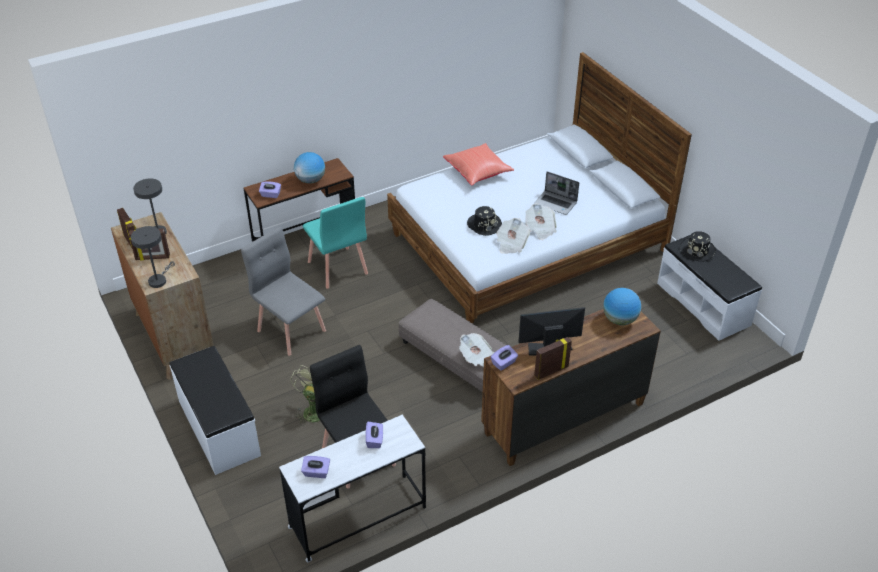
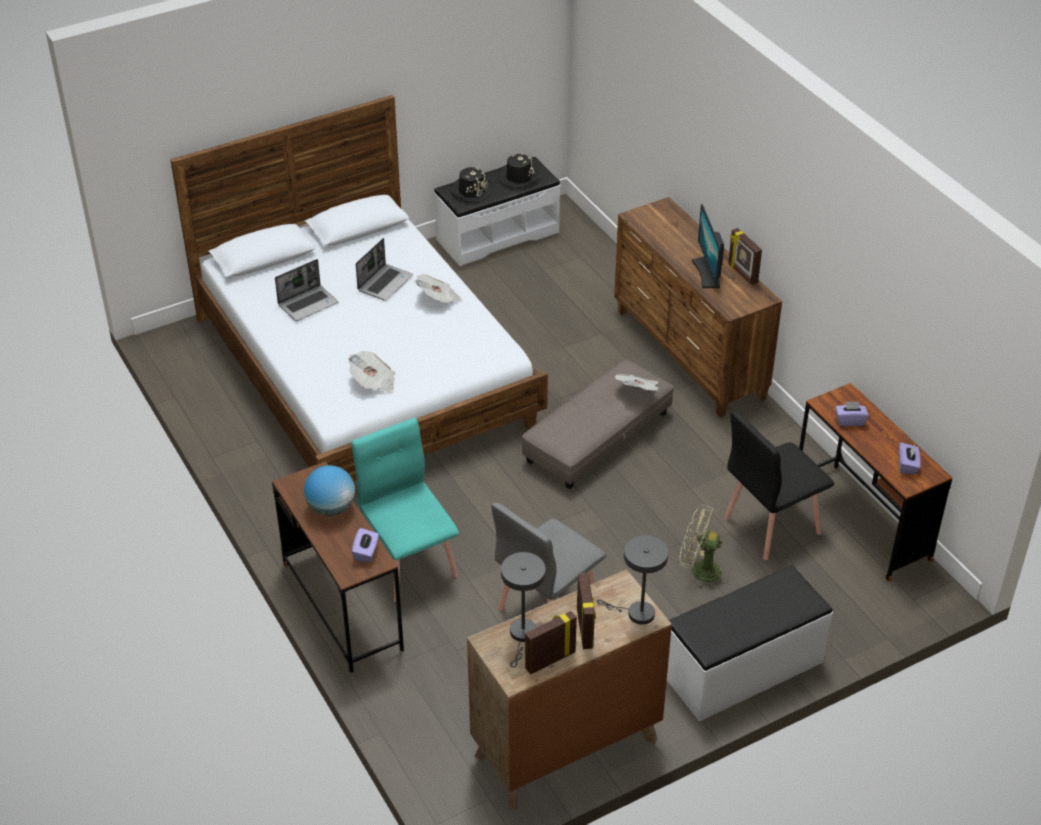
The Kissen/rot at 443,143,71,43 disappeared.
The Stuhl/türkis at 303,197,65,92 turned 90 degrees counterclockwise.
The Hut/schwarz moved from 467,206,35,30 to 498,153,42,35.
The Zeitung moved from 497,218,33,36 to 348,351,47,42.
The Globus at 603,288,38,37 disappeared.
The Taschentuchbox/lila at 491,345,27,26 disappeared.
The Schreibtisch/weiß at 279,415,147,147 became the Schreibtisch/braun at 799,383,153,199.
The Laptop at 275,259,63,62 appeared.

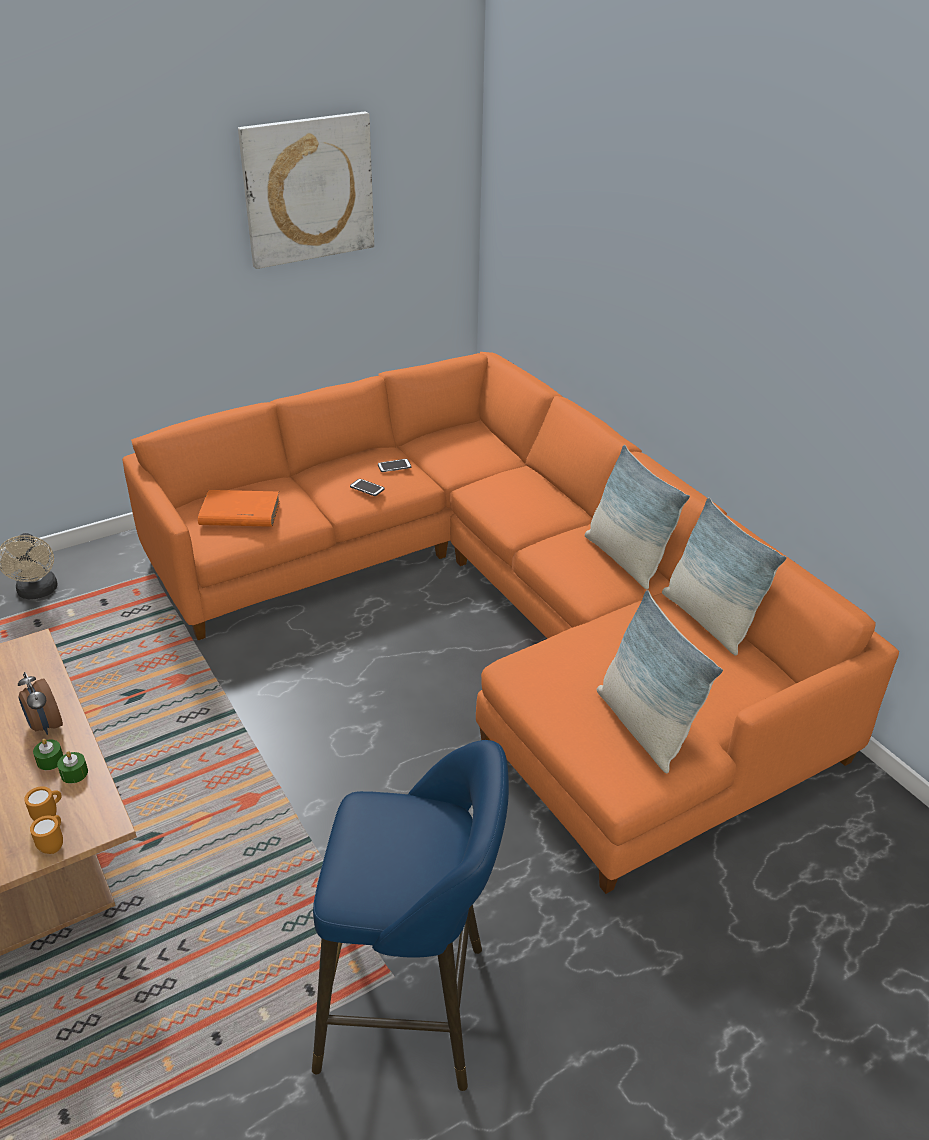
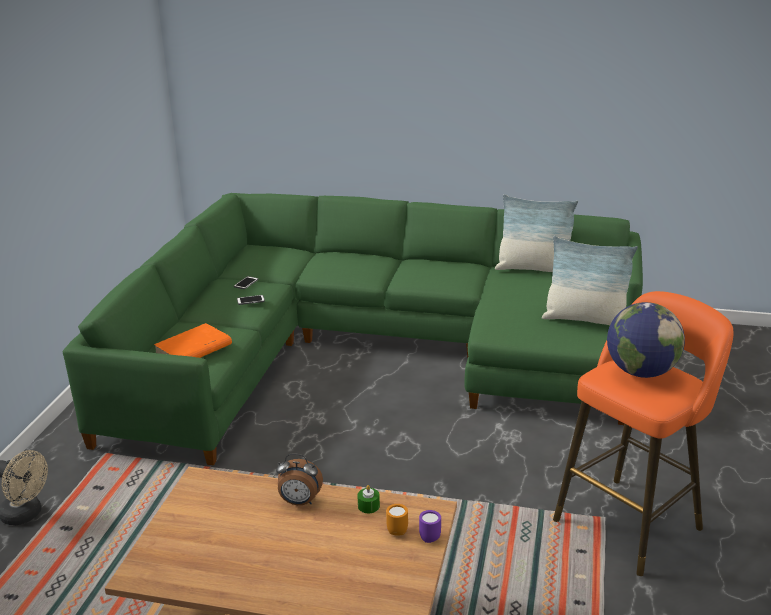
The Bild at 238,112,136,157 disappeared.
The Sofa/orange at 122,352,777,542 became the Sofa/grün at 63,193,580,273.
The Kissen at 585,445,105,145 disappeared.
The Kerze/grün at 33,739,30,31 disappeared.
The Hocker/blau at 312,740,197,351 became the Hocker/orange at 553,291,181,285.
The Henkelbecher/orange at 30,815,33,39 became the Henkelbecher/lila at 419,510,22,33.
The Globus at 607,302,78,76 appeared.

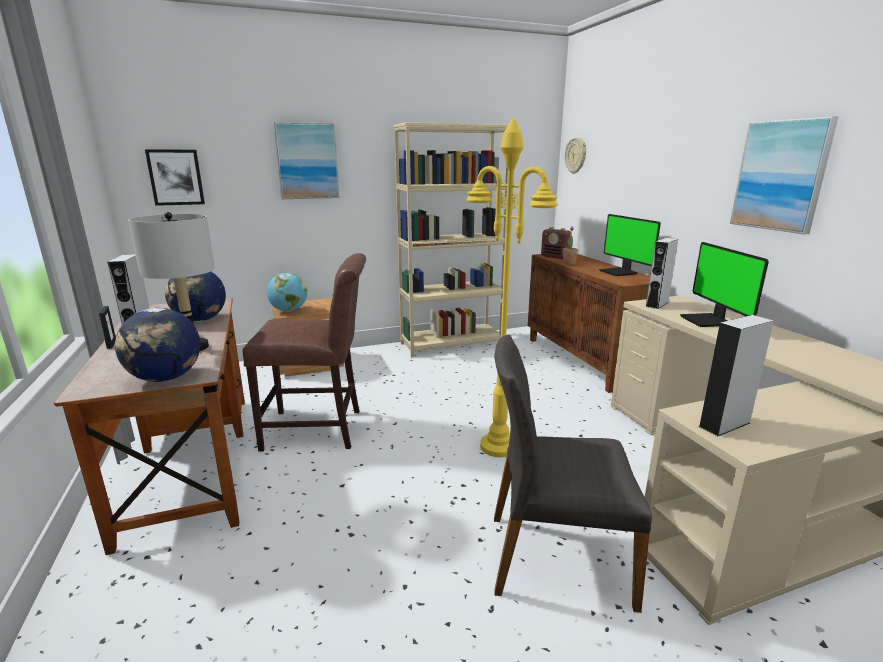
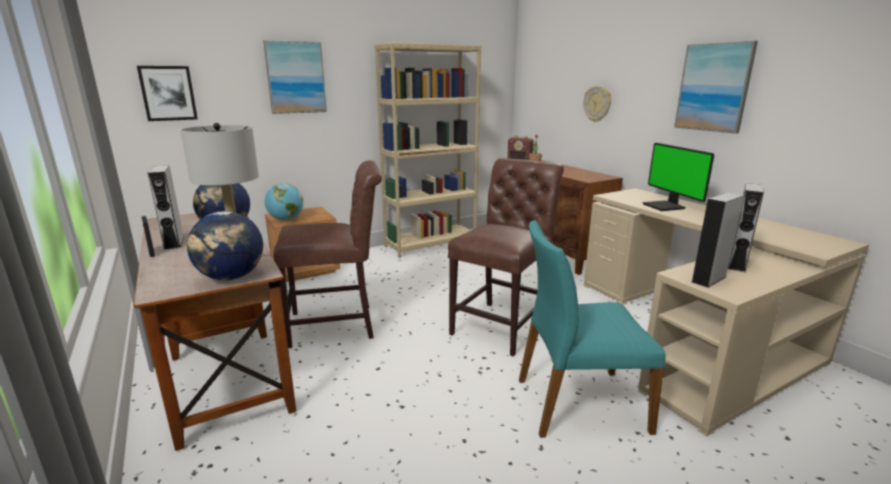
The Stehlampe/gelb at 466,117,92,340 was replaced by the Stuhl/braun at 448,158,116,199.
The Wanduhr moved from 565,137,21,37 to 584,85,27,37.
The Monitor at 599,214,62,62 disappeared.
The Lautsprecher/grau moved from 645,238,33,71 to 728,183,36,89.
The Stuhl/grau at 494,335,158,278 became the Stuhl/türkis at 519,220,147,218.

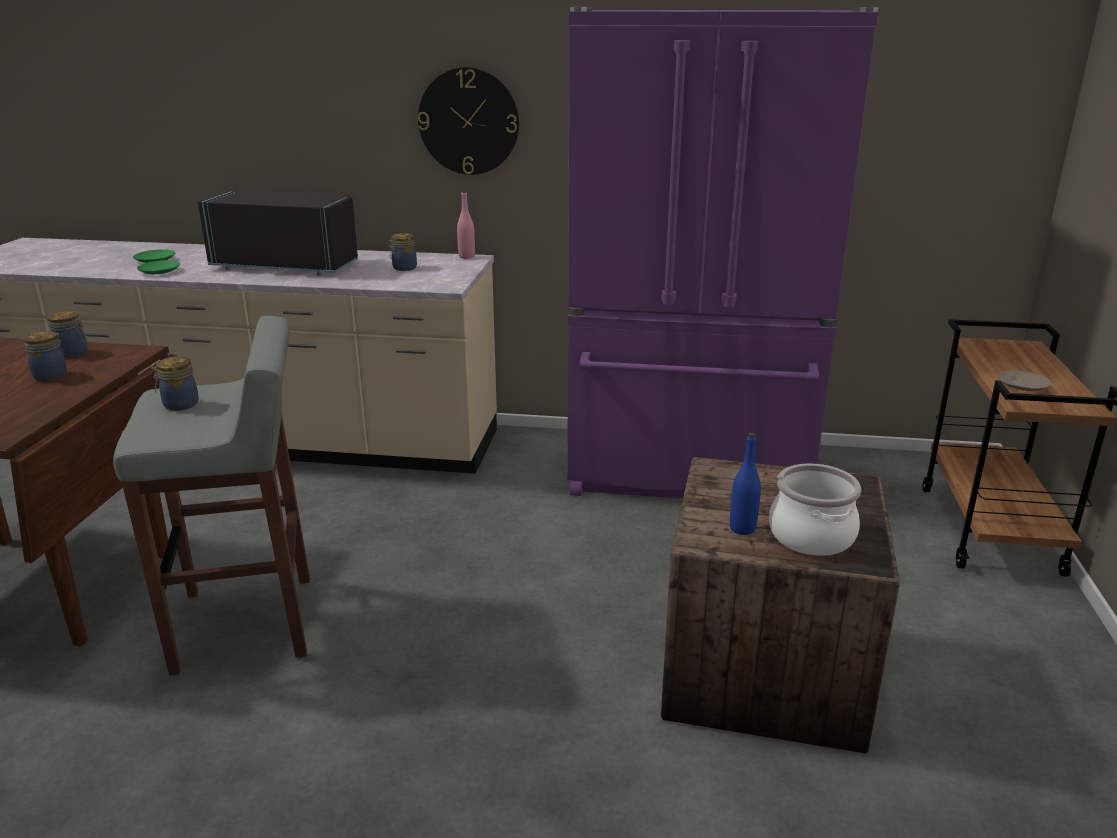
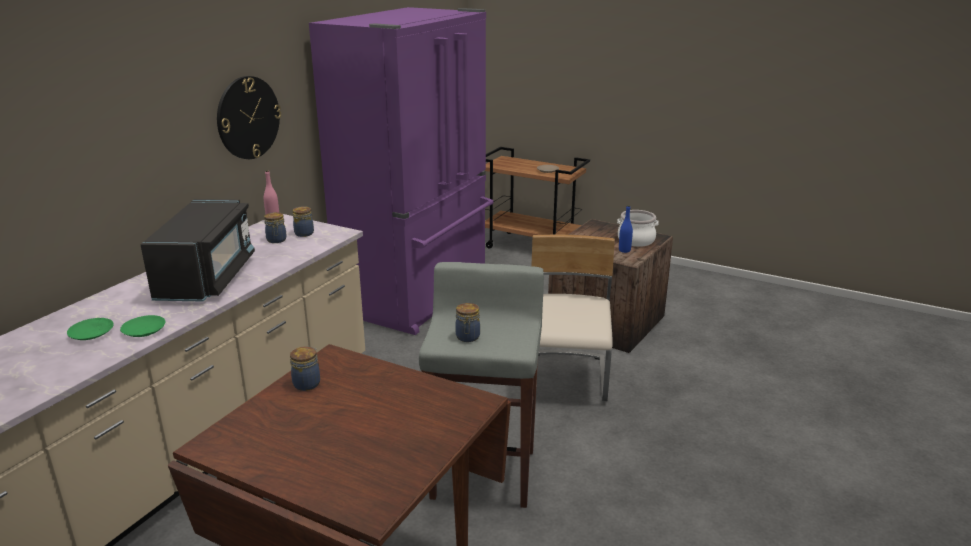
The Mikrowelle/schwarz at 198,190,160,86 turned 150 degrees clockwise.
The Vorratsglas moved from 23,331,44,50 to 292,206,22,31.
The Stuhl/beige at 531,235,84,166 appeared.

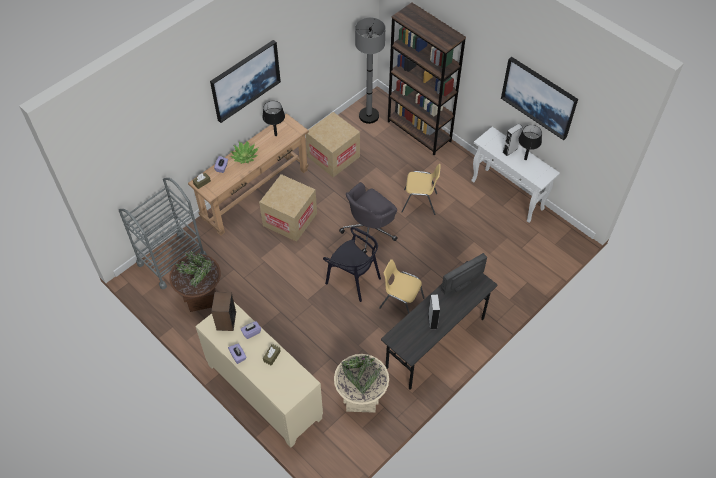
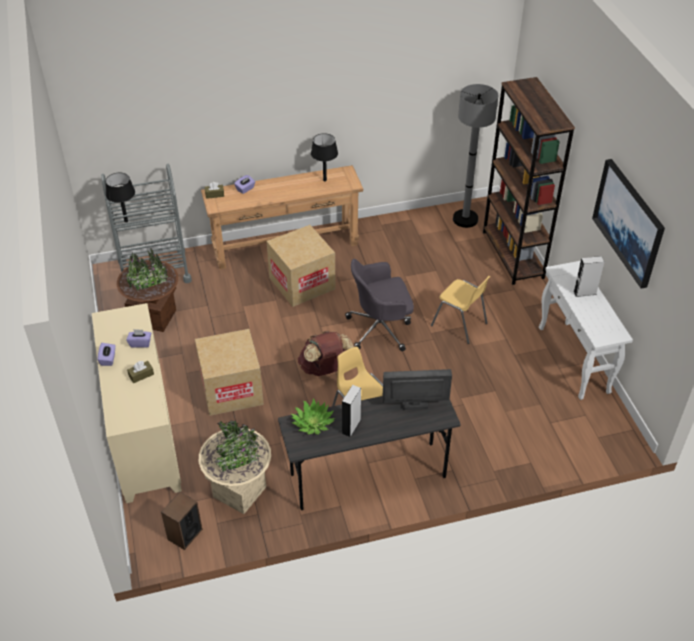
The Bild at 210,40,71,83 disappeared.
The Karton moved from 306,112,54,65 to 195,329,69,87.
The Tischlampe/schwarz moved from 519,125,23,35 to 106,173,29,50.
The Topfpflanze moved from 230,141,28,23 to 291,398,44,37.
The Stuhl/schwarz at 323,227,58,75 was replaced by the Rucksack/braun at 298,331,56,45.
The Lautsprecher moved from 211,292,25,39 to 161,492,41,58.

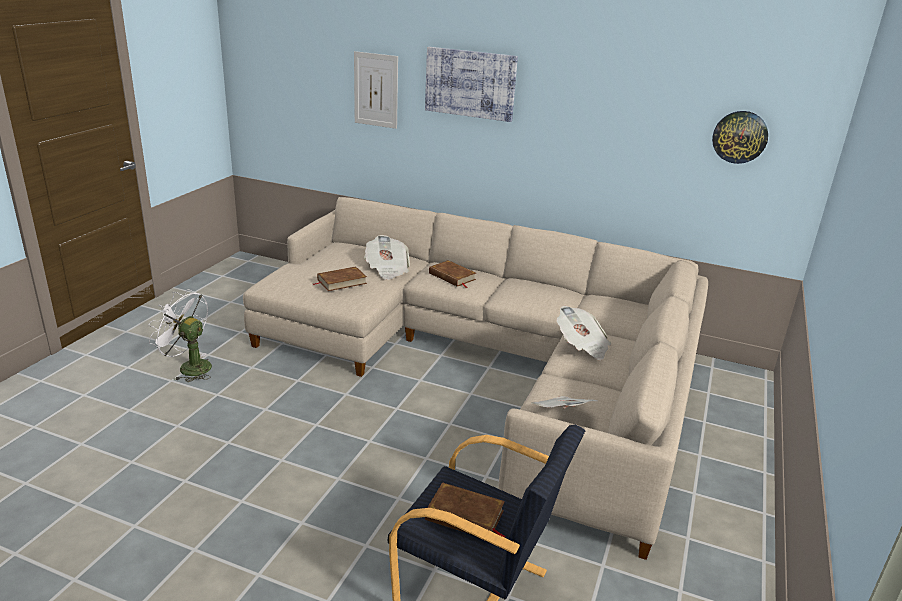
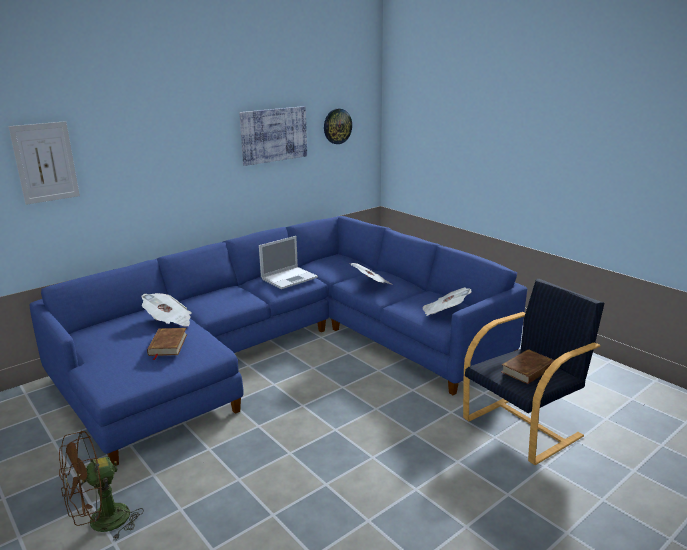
The Bild moved from 425,47,93,75 to 239,106,68,60.
The Sofa/beige at 243,197,465,363 became the Sofa/blau at 30,216,498,250.
The Buch/braun at 429,260,47,28 disappeared.
The Ventilator/weiß at 149,289,63,93 became the Ventilator/braun at 59,431,85,110.
The Laptop at 259,236,59,53 appeared.

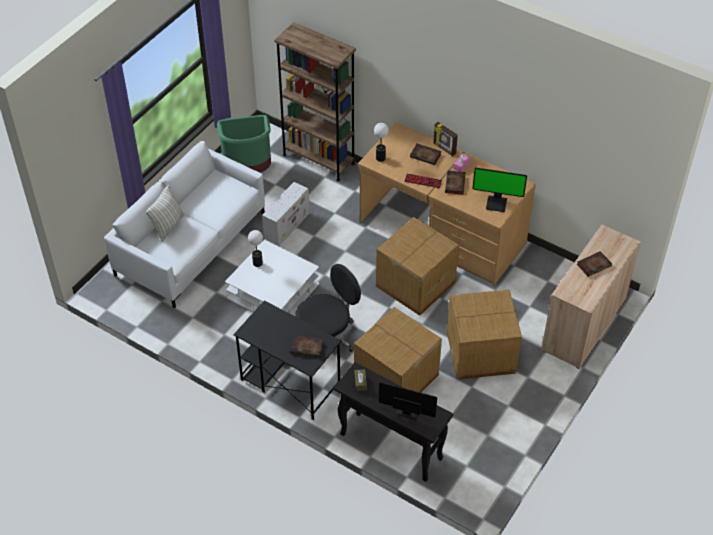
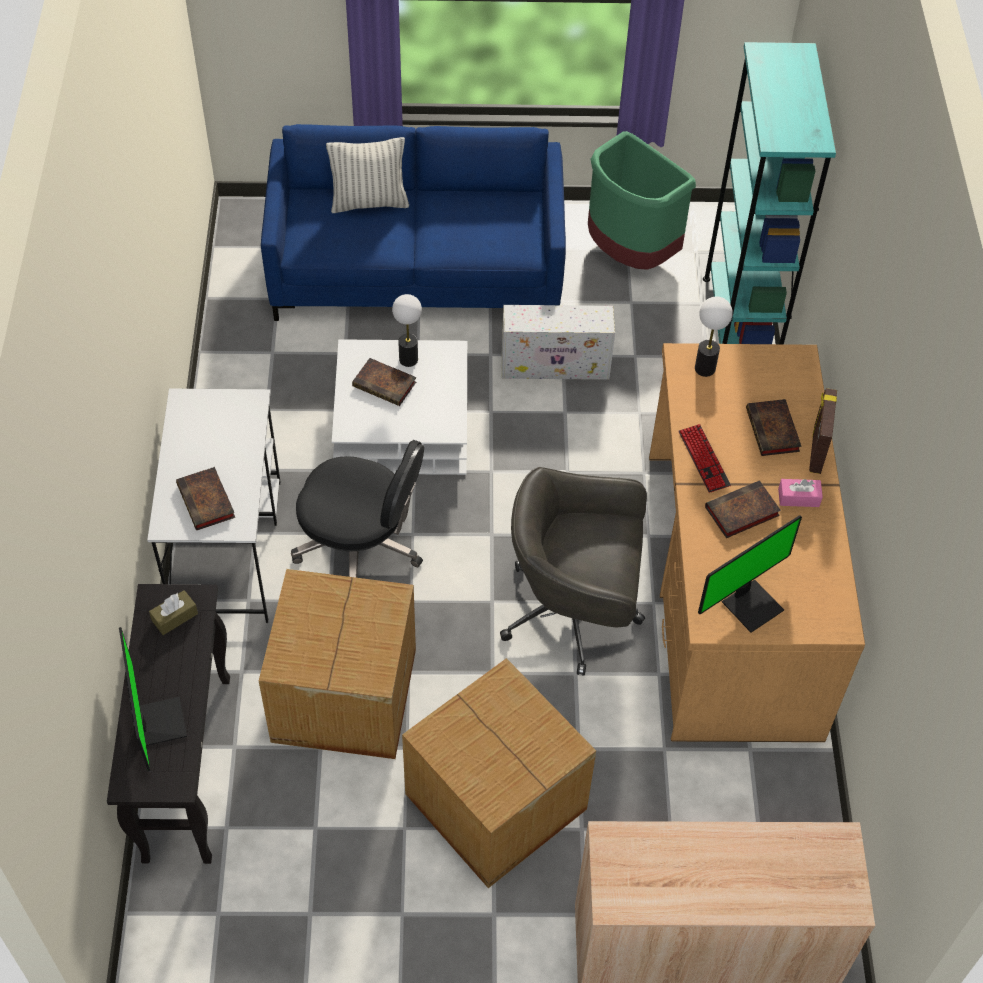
The Bücherregal/braun at 274,22,82,159 became the Bücherregal/türkis at 703,42,133,302.
The Sofa/weiß at 104,141,161,167 became the Sofa/blau at 261,124,305,197.
The Monitor at 472,168,55,44 turned 105 degrees counterclockwise.
The Karton at 376,217,83,99 was replaced by the Bürostuhl/grau at 500,467,147,209.
The Buch moved from 577,251,35,26 to 352,358,64,48.
The Schreibtisch/schwarz at 234,300,108,120 became the Schreibtisch/weiß at 147,389,133,234.

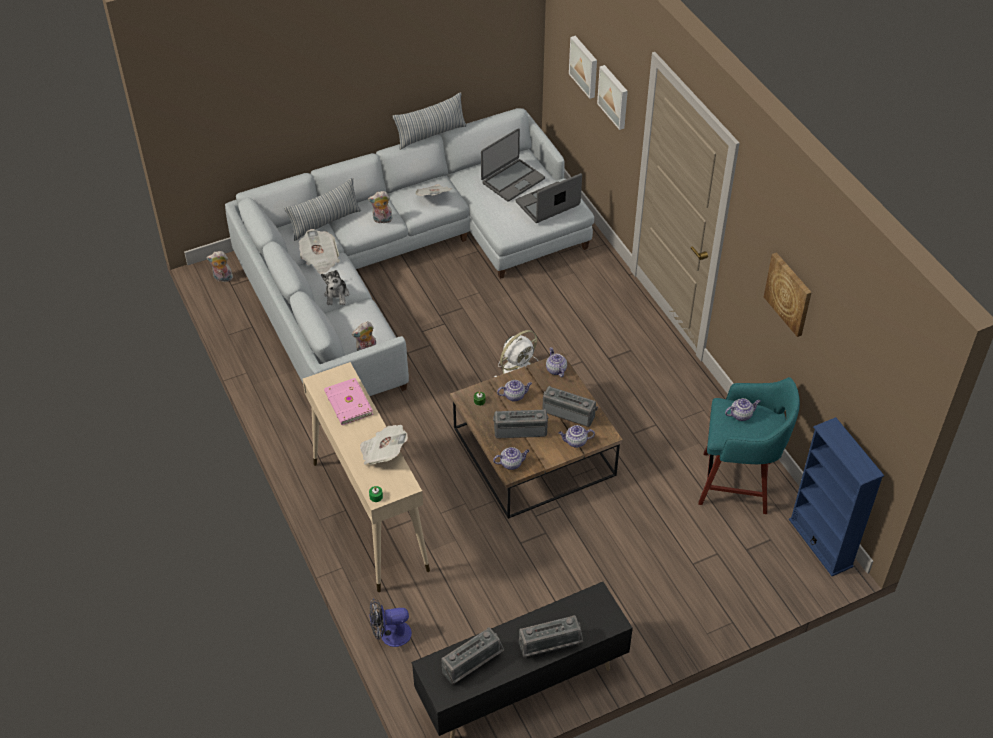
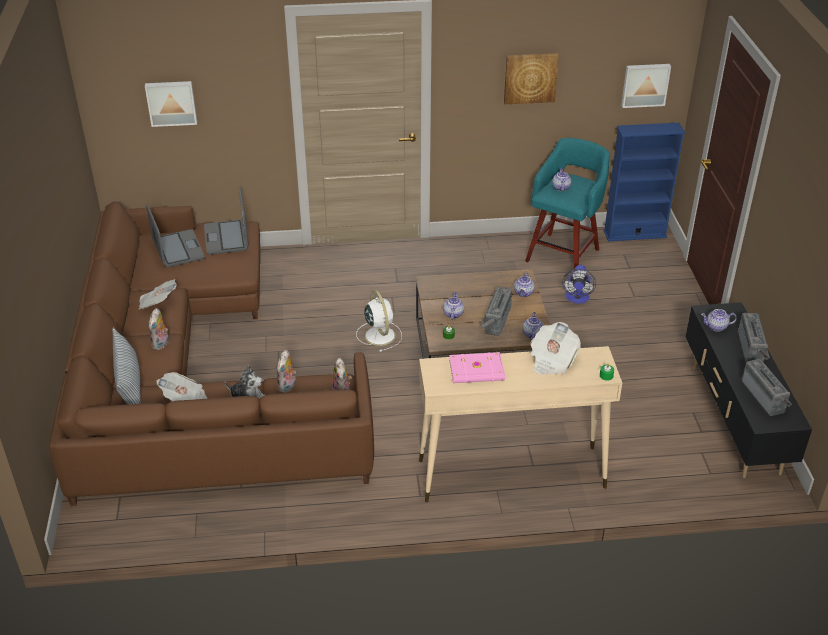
The Bild moved from 597,65,31,65 to 621,64,50,44.
The Kissen at 392,92,75,58 disappeared.
The Sofa/grau at 225,108,369,288 became the Sofa/braun at 49,202,325,304.
The Plüschtier moved from 206,251,27,31 to 276,350,20,43.
The Teekanne moved from 546,347,21,30 to 701,309,36,22.
The Radio at 542,386,56,41 disappeared.
The Ventilator moved from 370,598,42,49 to 562,265,34,39.

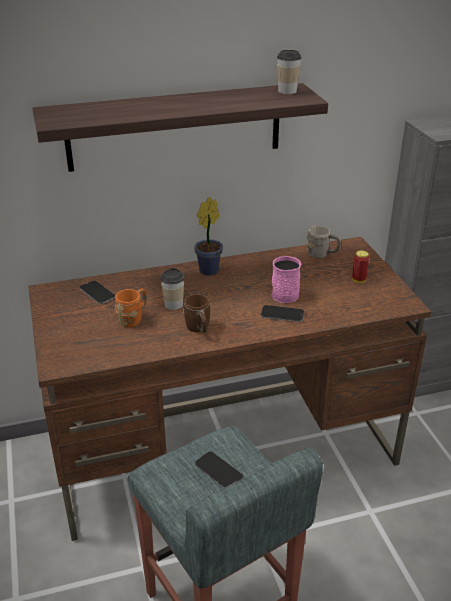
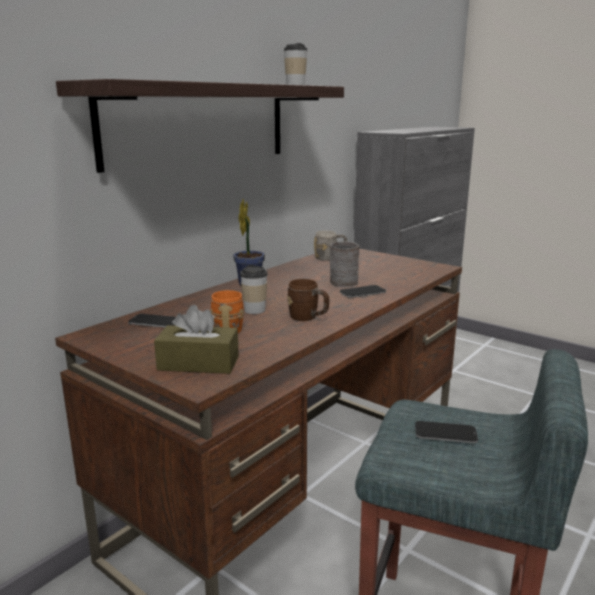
The Dose at 352,250,17,33 disappeared.
The Henkelbecher/rosa at 271,256,30,47 became the Henkelbecher/grau at 330,242,29,45.
The Taschentuchbox/braun at 154,305,85,69 appeared.

